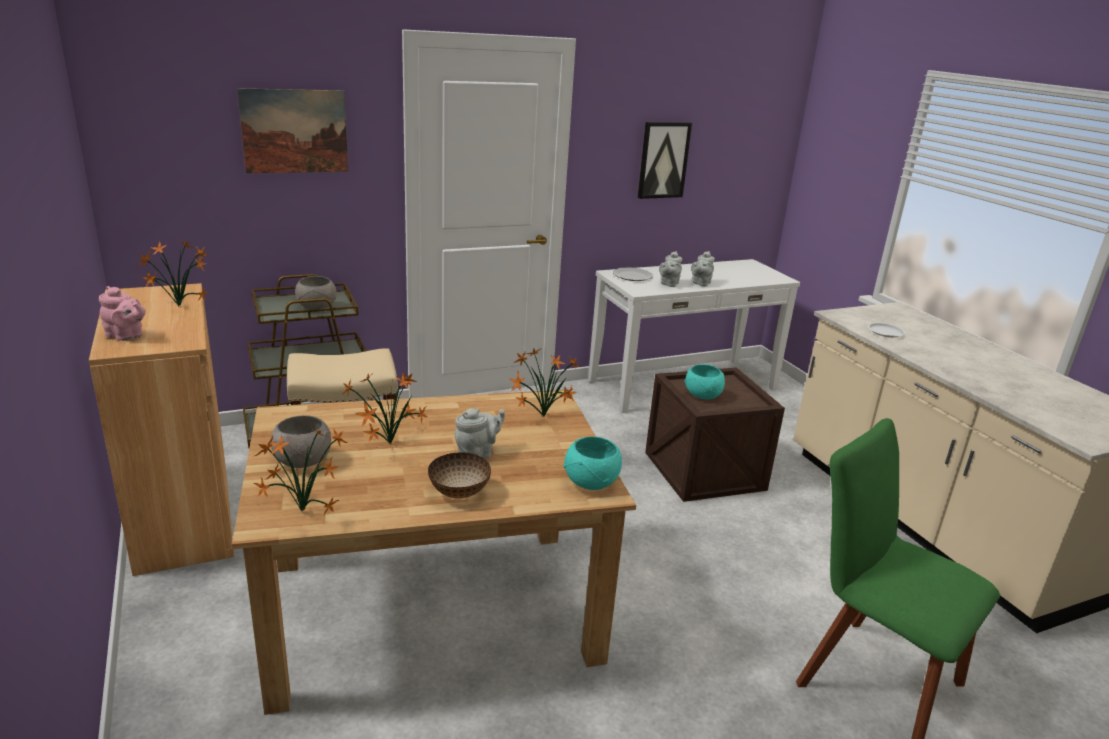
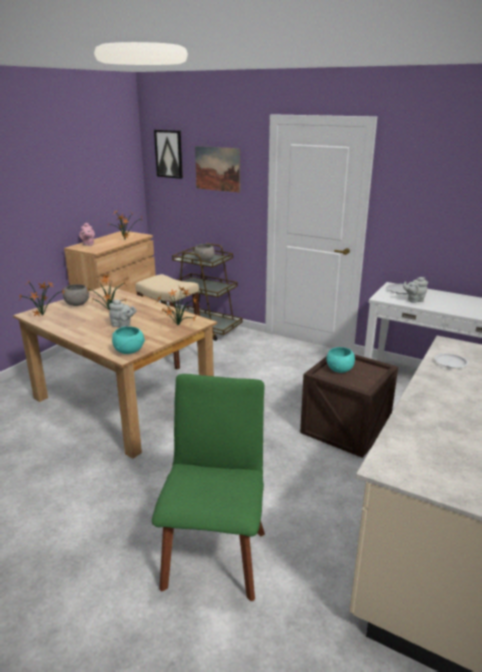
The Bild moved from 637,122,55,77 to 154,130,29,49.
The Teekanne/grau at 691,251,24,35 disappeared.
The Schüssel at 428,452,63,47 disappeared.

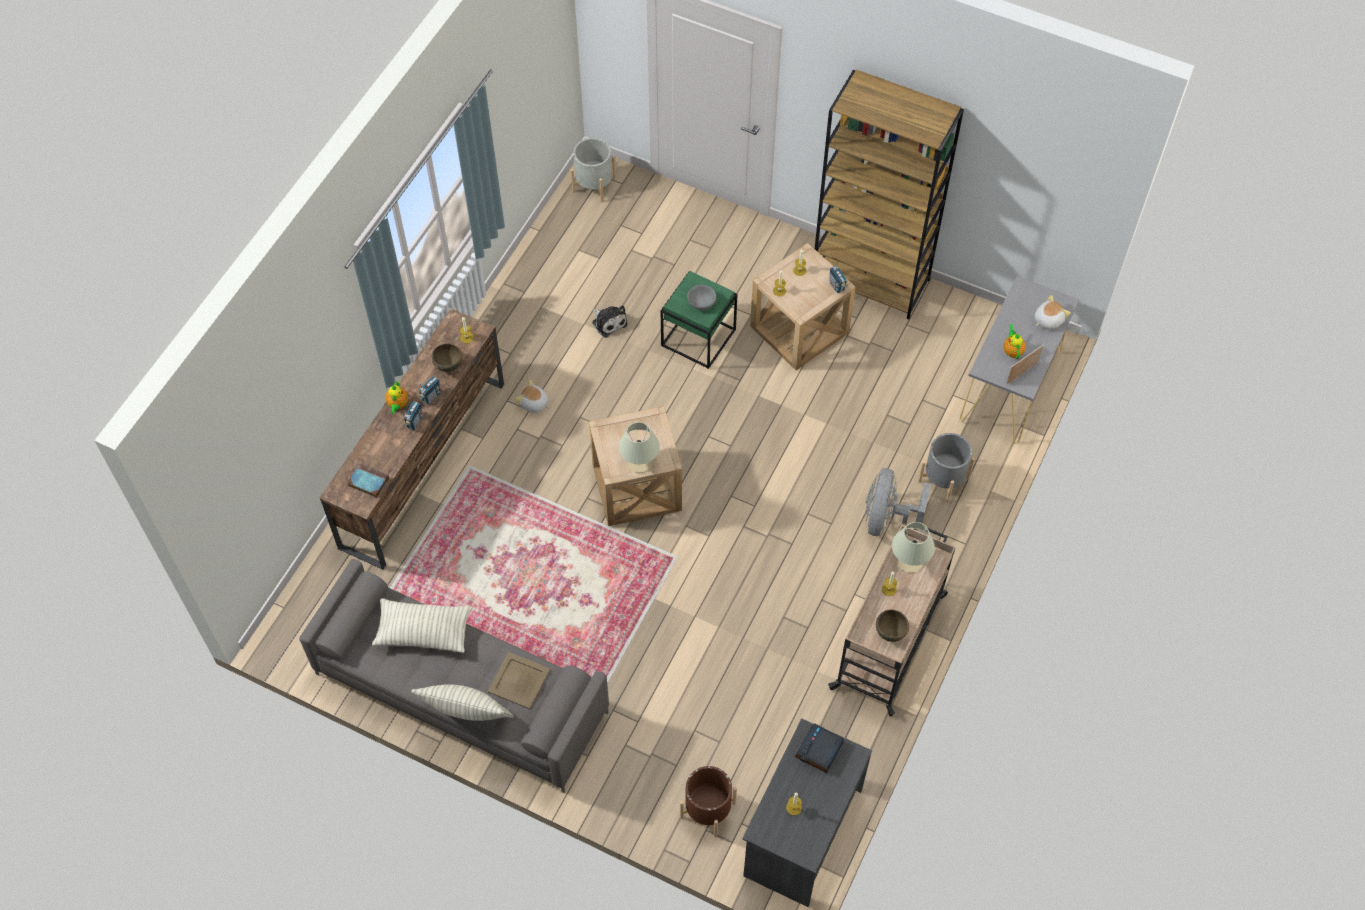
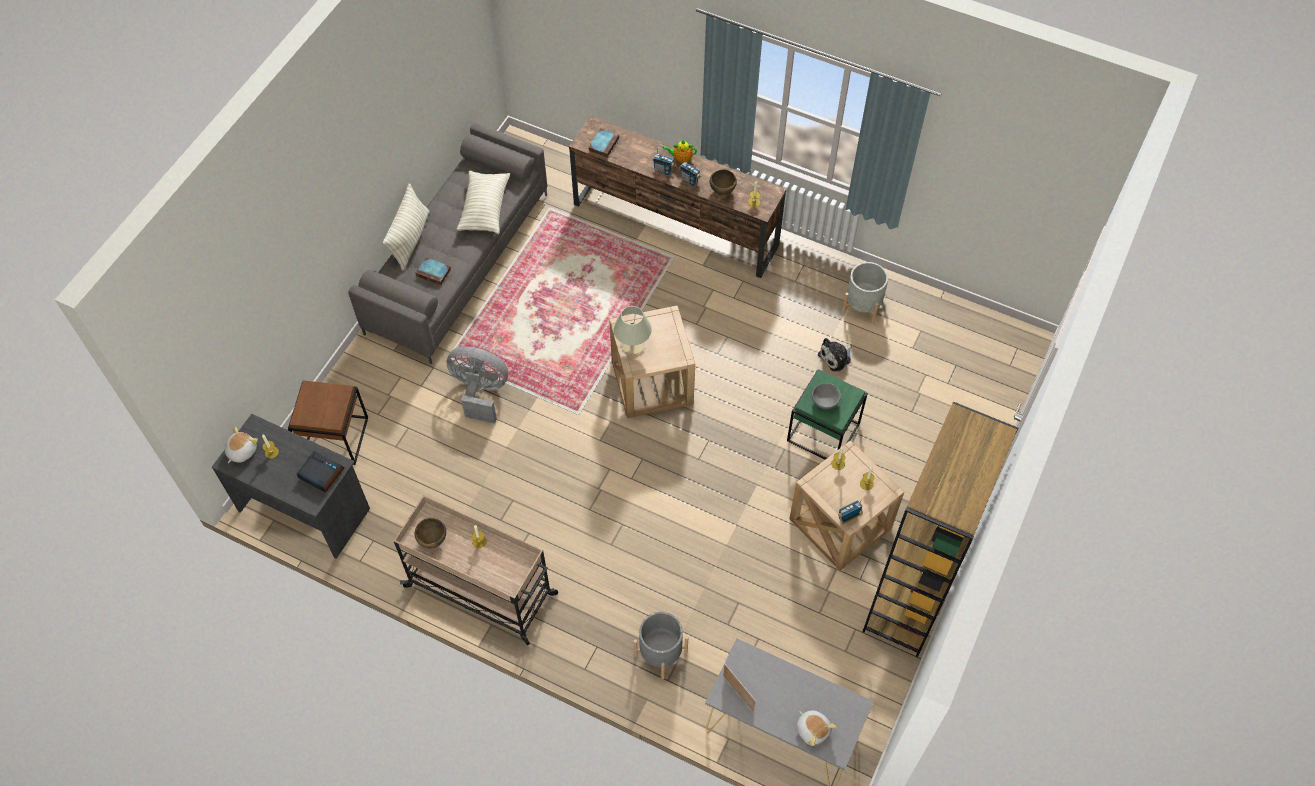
The Pflanzkübel/grau moved from 571,138,45,64 to 842,262,46,62.
The Teekanne at 1004,324,22,35 disappeared.
The Plüschtier moved from 515,380,34,33 to 225,427,33,36.
The Ventilator/grau moved from 865,468,66,68 to 447,346,61,78.
The Tischlampe/beige at 892,522,43,51 disappeared.
The Tablett/beige at 488,652,63,57 was replaced by the Buch at 416,257,35,28.
The Pflanzkübel/braun at 680,766,57,71 was replaced by the Beistelltisch/braun at 288,380,80,85.

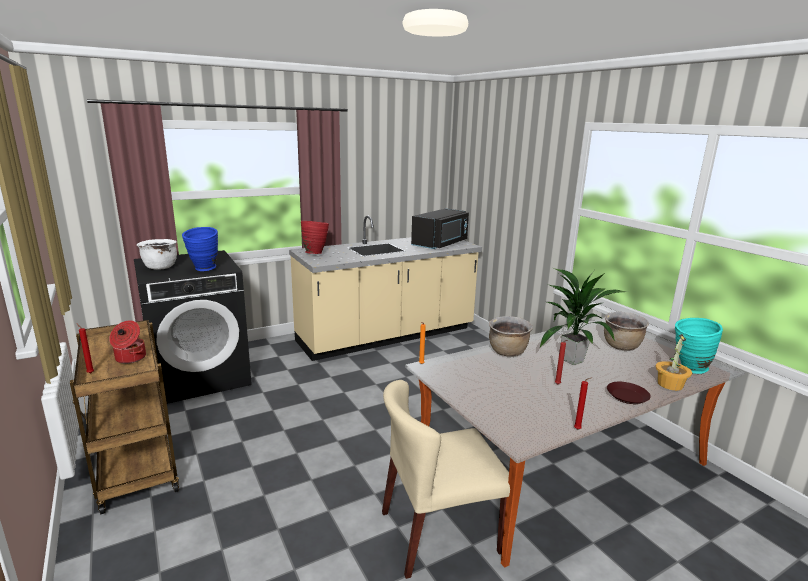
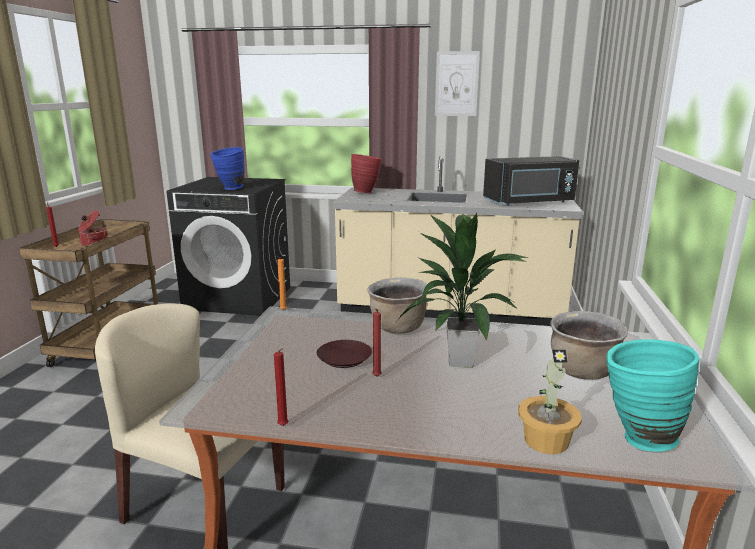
The Kochtopf/weiß at 137,239,40,31 disappeared.
The Teller/braun moved from 607,382,44,22 to 317,340,55,28.
The Bild at 435,51,45,65 appeared.

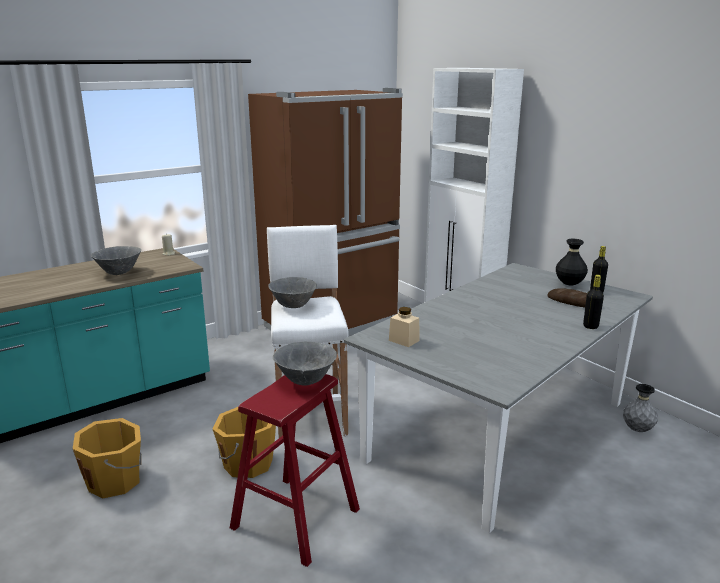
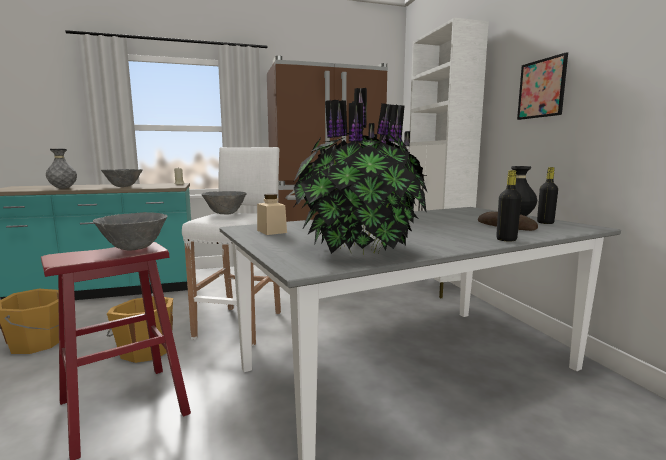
The Vase/grau moved from 623,384,35,48 to 46,149,31,40.
The Bild at 517,52,51,68 appeared.
The Topfpflanze at 287,88,141,167 appeared.

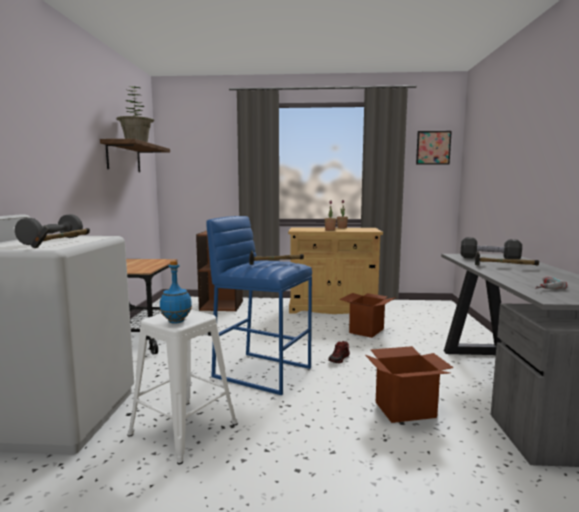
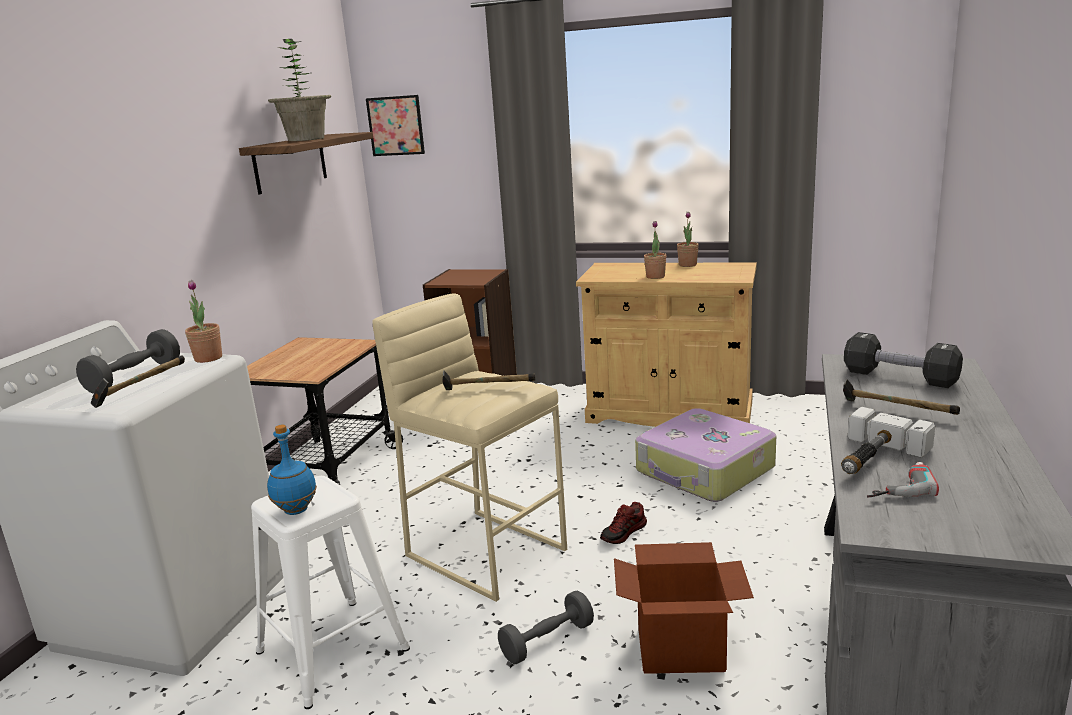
The Bild moved from 416,131,36,34 to 366,95,59,61.
The Hocker/blau at 206,216,106,179 became the Hocker/beige at 372,293,195,309.
The Karton at 339,293,57,45 was replaced by the Koffer at 635,408,141,94.
The Topfpflanze at 185,280,37,83 appeared.
The Hammer at 841,407,94,67 appeared.
The Hantel/grau at 498,591,96,73 appeared.

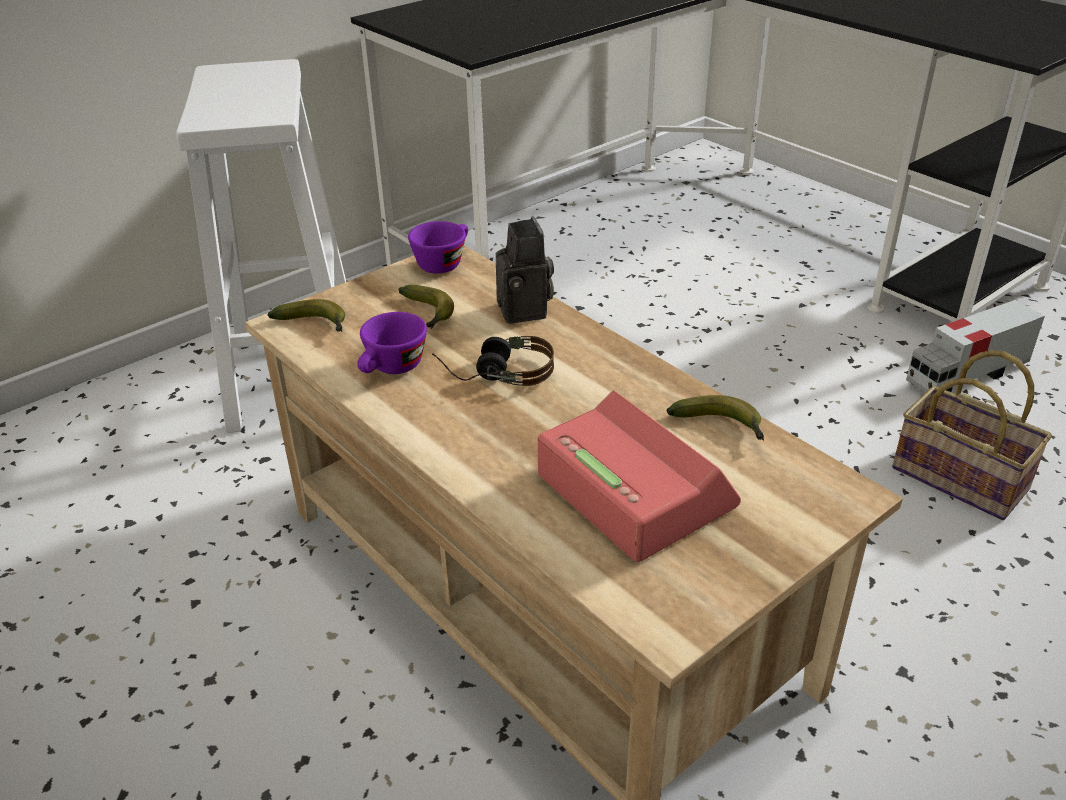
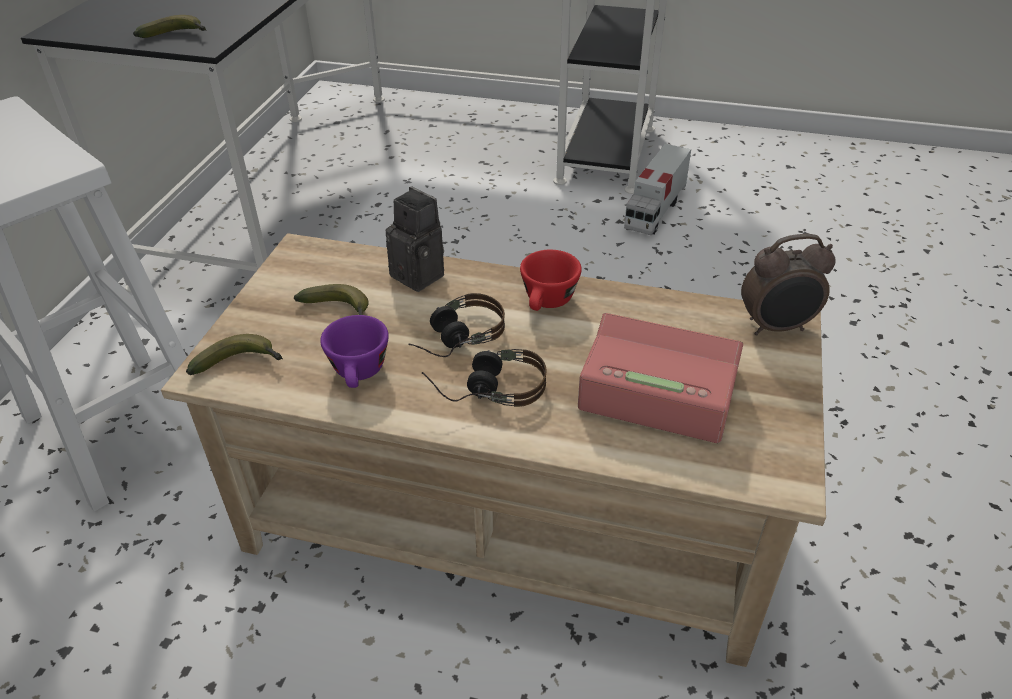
The Tasse/lila at 408,221,60,53 disappeared.
The Korb at 892,350,160,170 disappeared.
The Banane moved from 667,395,97,45 to 133,15,74,23.
The Wecker at 741,234,95,101 appeared.
The Tasse/rot at 520,250,62,61 appeared.
The Kopfhörer at 422,349,125,58 appeared.

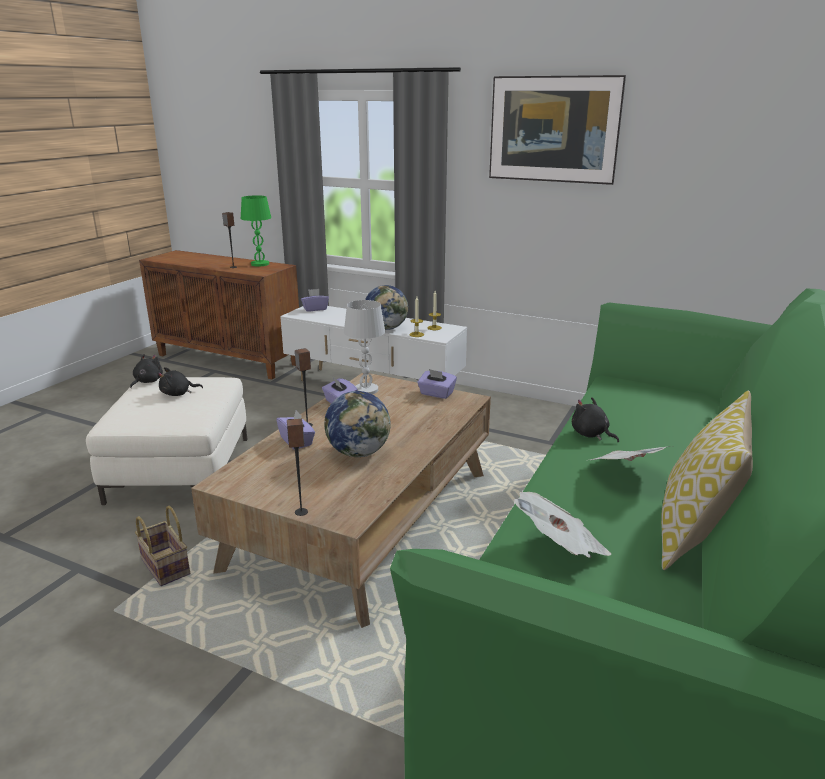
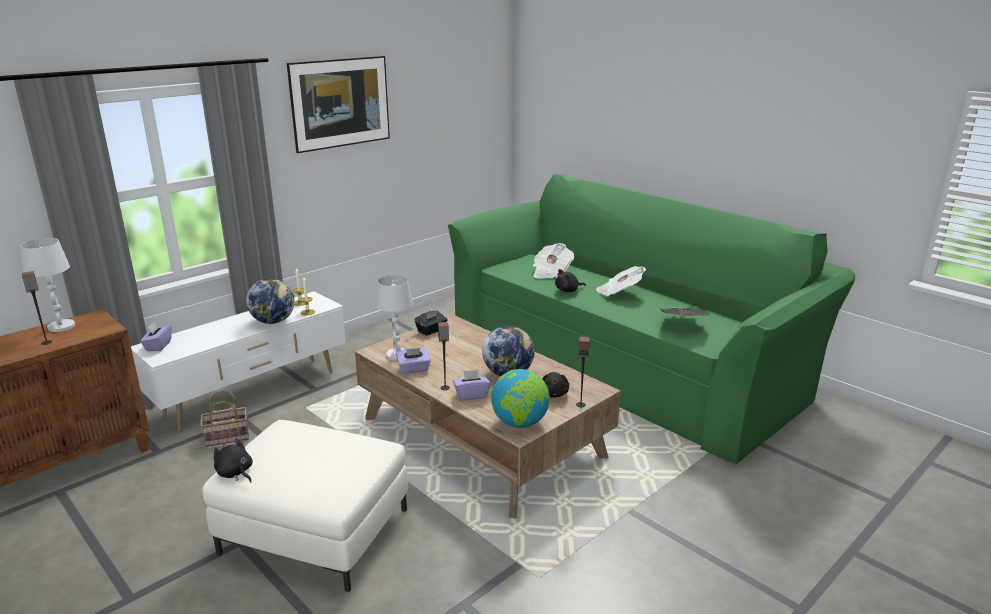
The Tischlampe/grün at 241,195,30,71 became the Tischlampe/weiß at 21,238,54,94.
The Plüschtier/schwarz moved from 158,367,45,29 to 542,372,27,26.
The Taschentuchbox/lila at 417,369,40,30 became the Taschentuchbox/schwarz at 415,310,32,26.
The Kissen at 661,390,92,180 disappeared.
The Korb moved from 135,506,55,80 to 200,390,49,57.
The Zeitung at 533,243,41,36 appeared.
The Globus at 491,369,59,59 appeared.

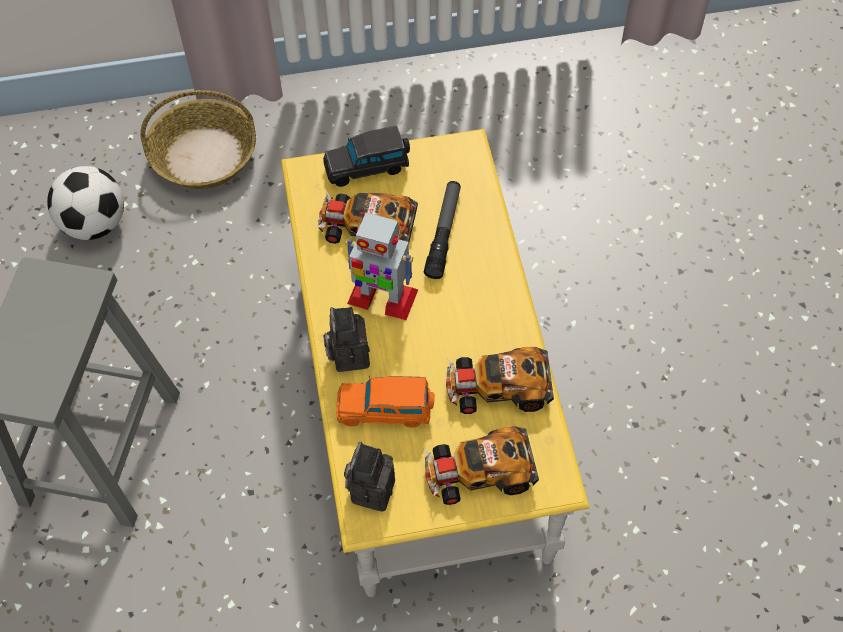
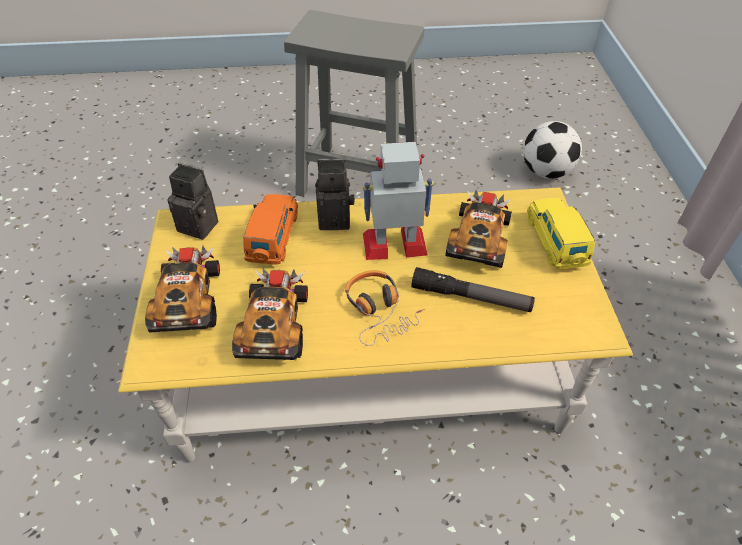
The Korb at 140,90,116,99 disappeared.
The Spielzeugauto/schwarz at 323,126,87,61 became the Spielzeugauto/gelb at 527,198,68,71.
The Spielzeugroboter at 345,212,73,108 turned 60 degrees clockwise.
The Kopfhörer at 345,270,80,76 appeared.

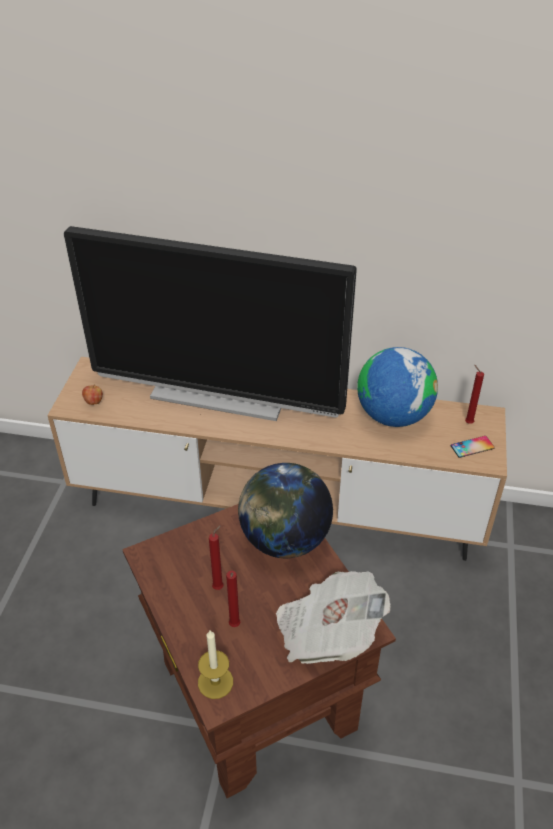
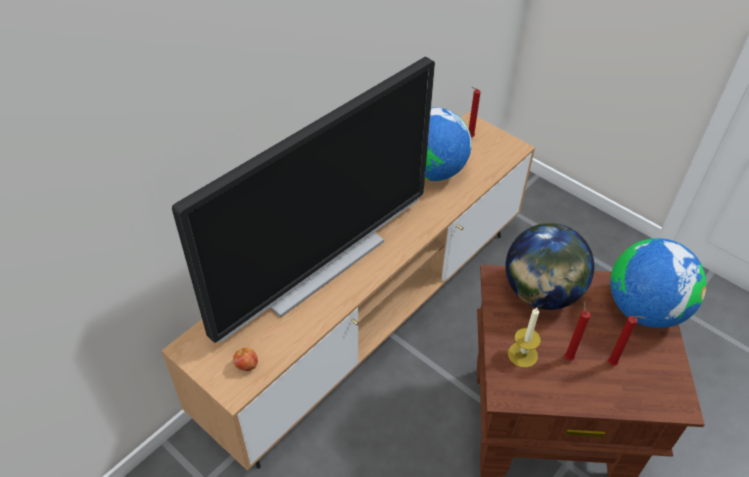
The Handy at 451,436,44,22 disappeared.
The Zeitung at 276,571,115,93 was replaced by the Globus at 610,238,96,90.
The Kerze moved from 198,630,35,69 to 508,307,33,61.

